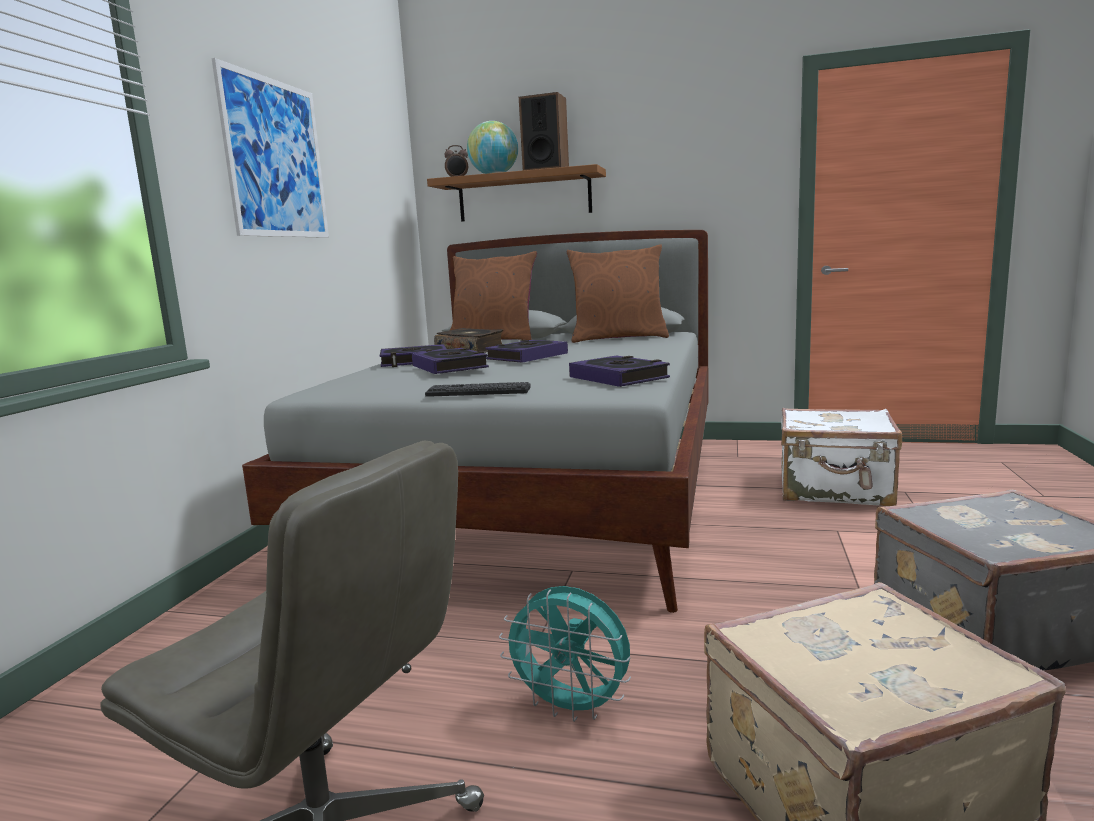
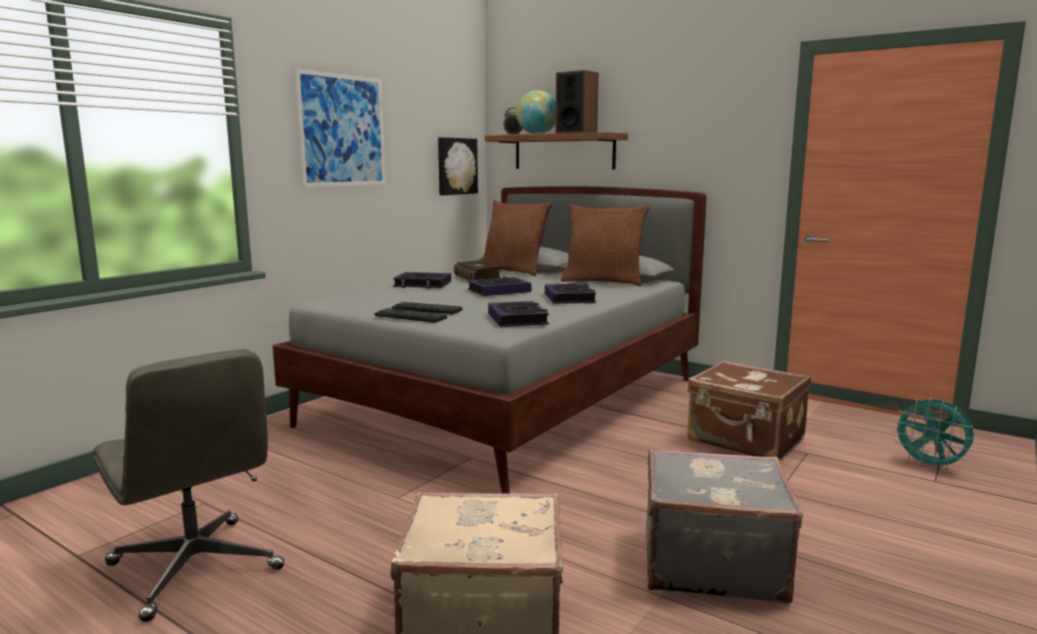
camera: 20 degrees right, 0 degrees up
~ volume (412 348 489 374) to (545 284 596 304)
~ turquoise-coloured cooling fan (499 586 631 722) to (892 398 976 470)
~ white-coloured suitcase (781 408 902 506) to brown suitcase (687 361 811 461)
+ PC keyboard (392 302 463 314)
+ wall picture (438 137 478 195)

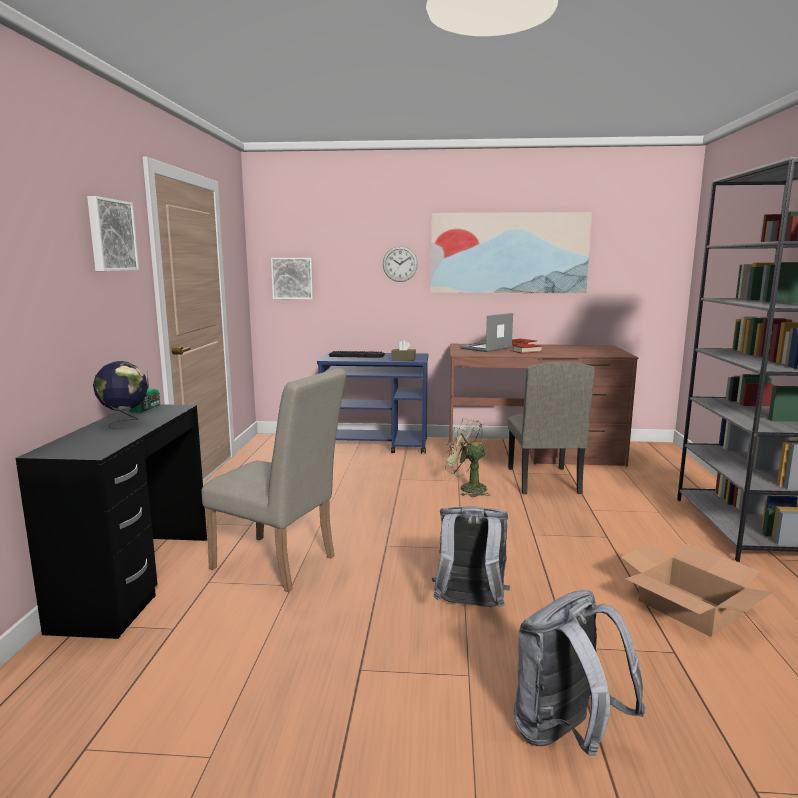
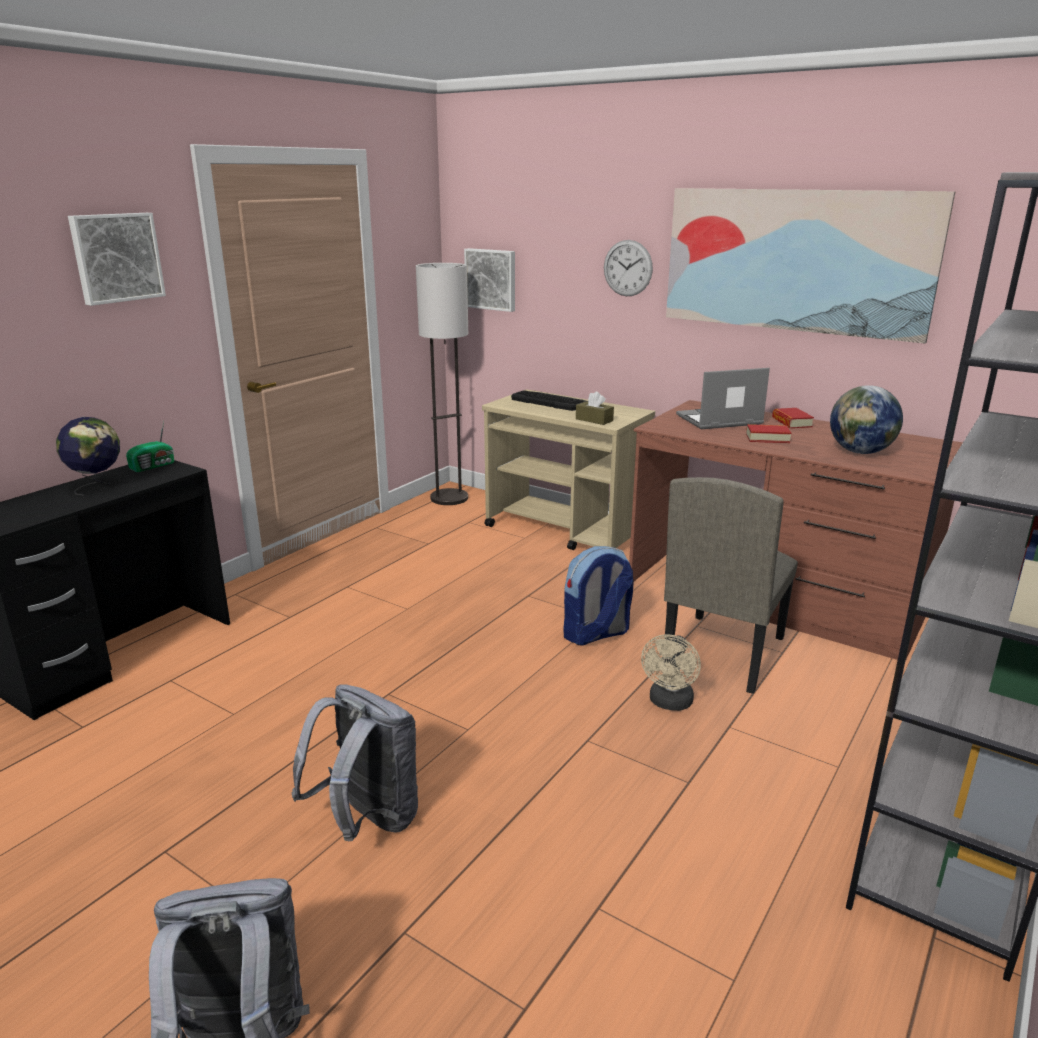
camera: 30 degrees right, 10 degrees up
- beige-coloured plain chair (201 368 347 592)
~ blue-coloured wheeled cart (317 352 428 454) to beige-coloured wheeled cart (482 390 655 550)
~ green cooling fan (443 418 490 497) to backpack (563 546 634 646)
- carton (621 543 774 637)
+ standing lamp (416 263 468 505)
+ beige-coloured cooling fan (641 634 701 711)
+ desk globe (830 385 903 454)

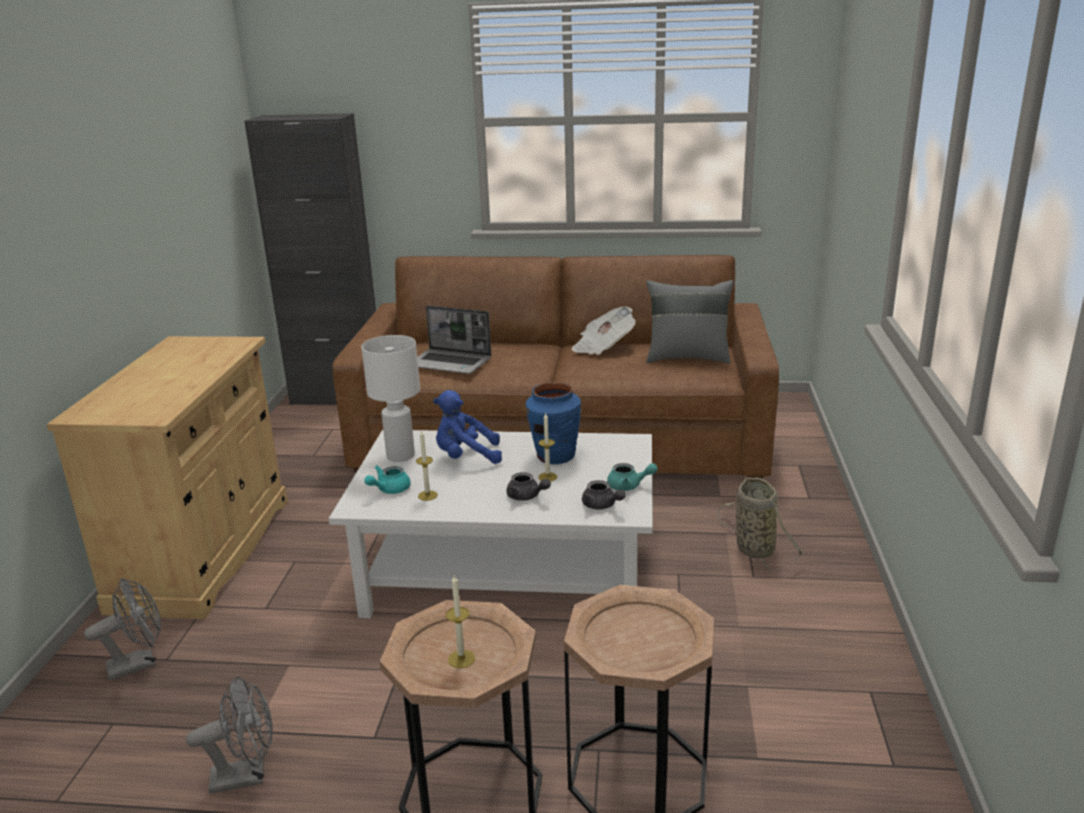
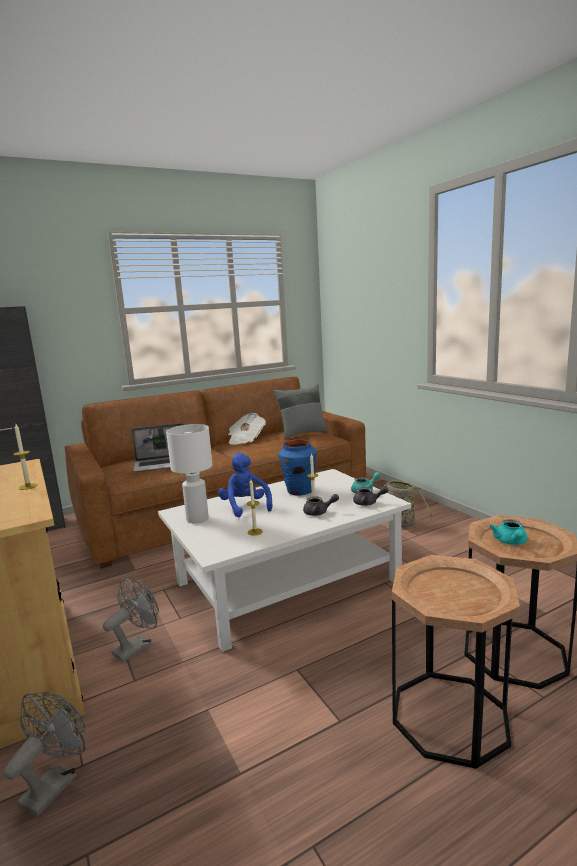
camera: 35 degrees left, 10 degrees down
~ gray cooling fan (186 676 273 794) to (103 579 159 663)
~ turquoise-coloured teapot (364 465 411 494) to (490 519 528 545)
~ blue-coloured cuddly toy (433 390 502 464) = (218 453 272 517) 105 degrees clockwise
~ wax light (446 575 475 668) to (13 424 38 490)

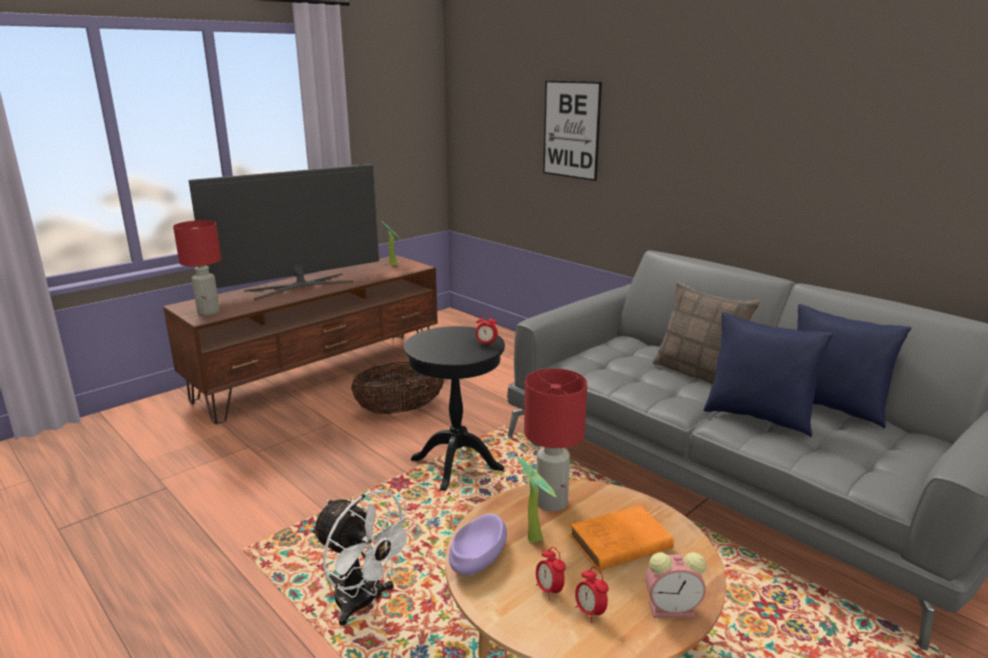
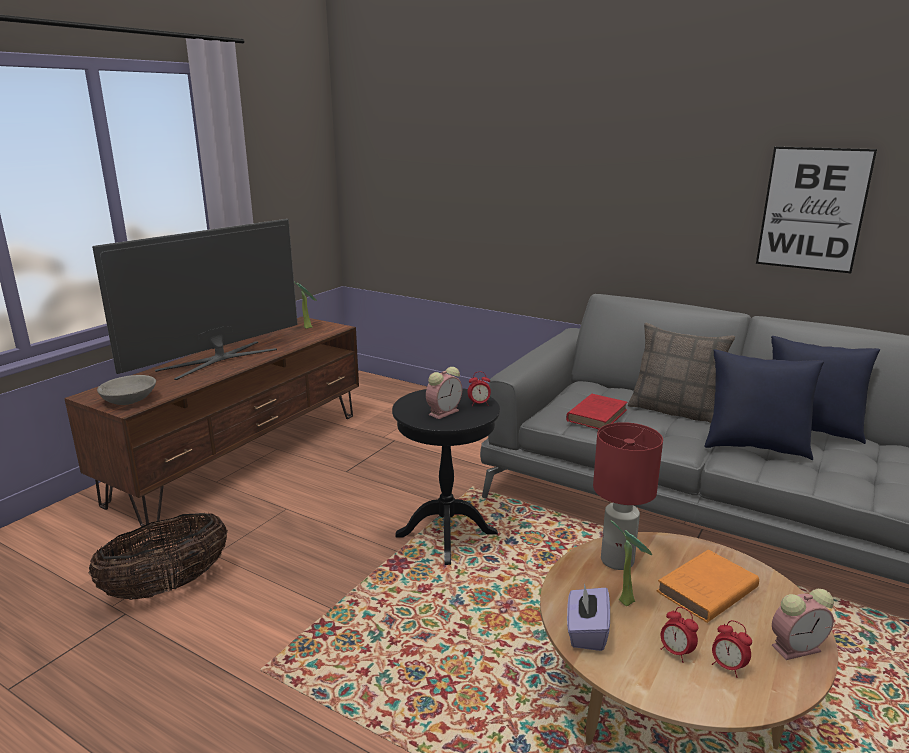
camera: 15 degrees left, 0 degrees up
~ reddish tabletop lamp (173 220 221 315) to gray serving bowl (97 375 156 405)
- white-coloured cooling fan (311 490 417 626)
~ household basket (351 362 444 414) to (89 513 228 600)
~ purple serving bowl (449 514 507 576) to purple tissue holder (567 583 610 651)
~ wall picture (543 81 602 181) to (756 146 877 273)
+ alarm clock (426 367 462 419)
+ reddish volume (566 394 627 429)

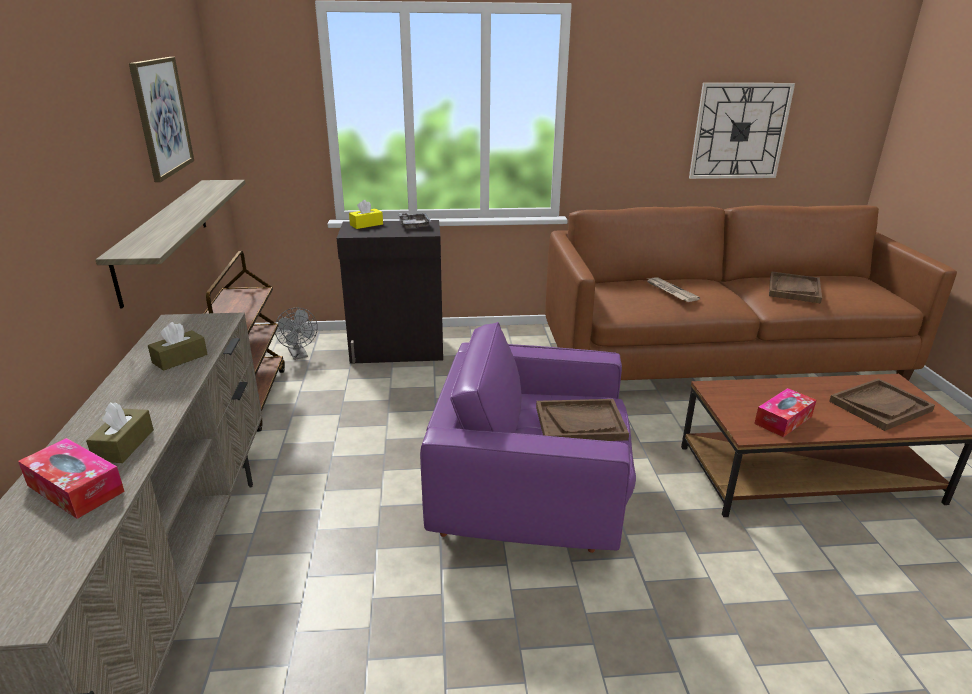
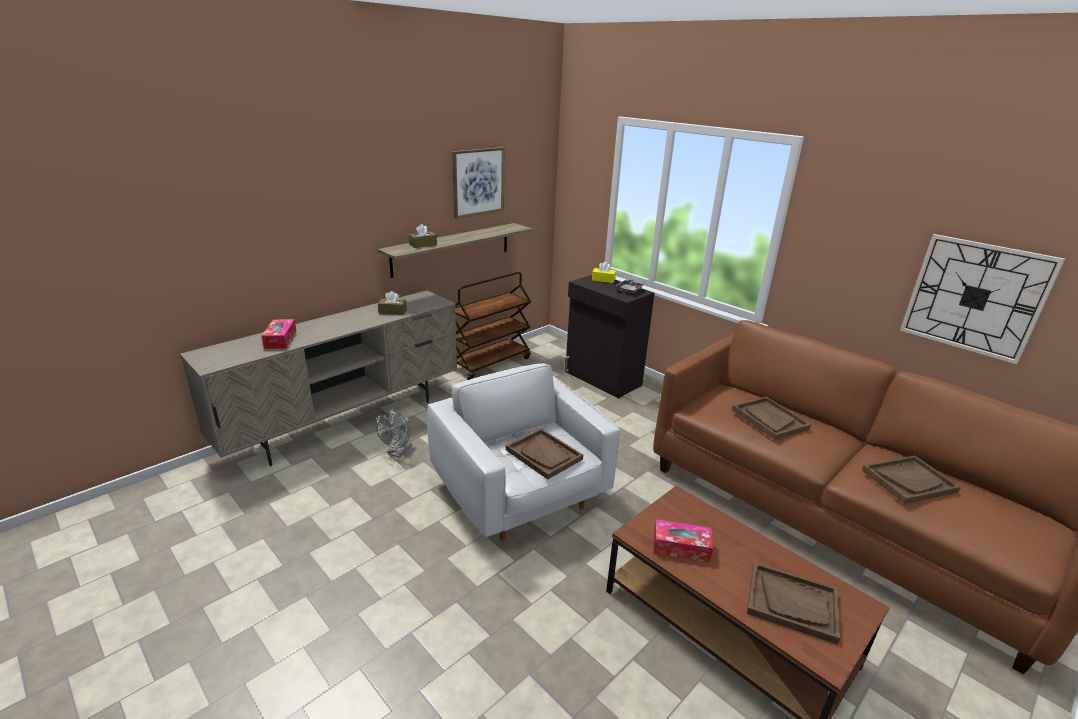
camera: 50 degrees right, 0 degrees up
~ brown tissue holder (86 403 154 463) to (409 224 437 248)
~ gray cooling fan (275 308 318 360) to (376 410 412 458)
~ purple easy chair (420 322 636 553) to white-coloured easy chair (427 363 620 541)
~ daily paper (647 277 700 302) to brown serving tray (732 396 811 440)

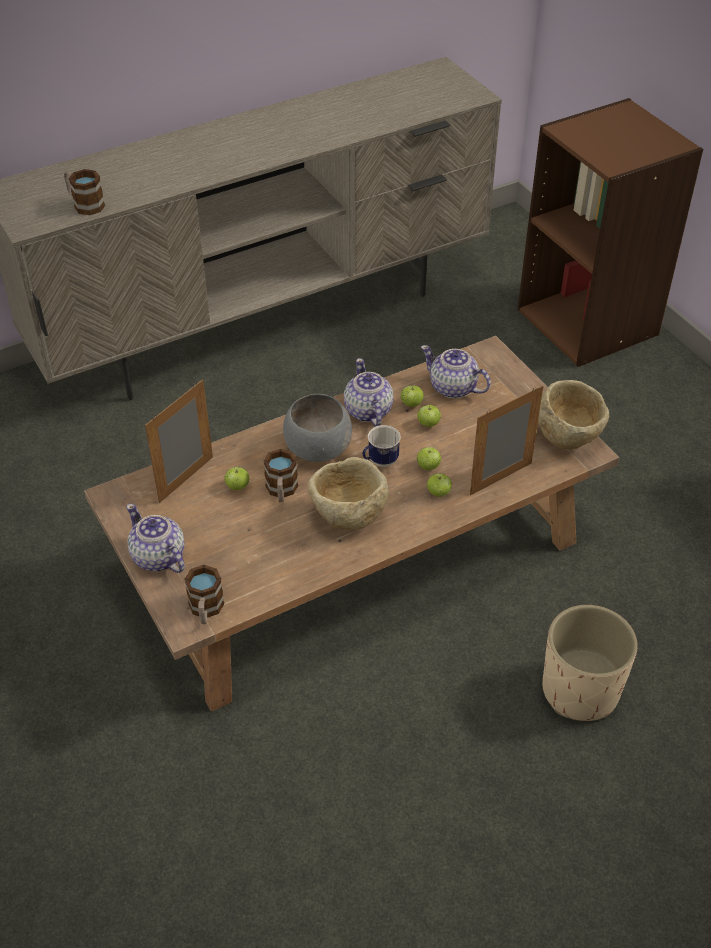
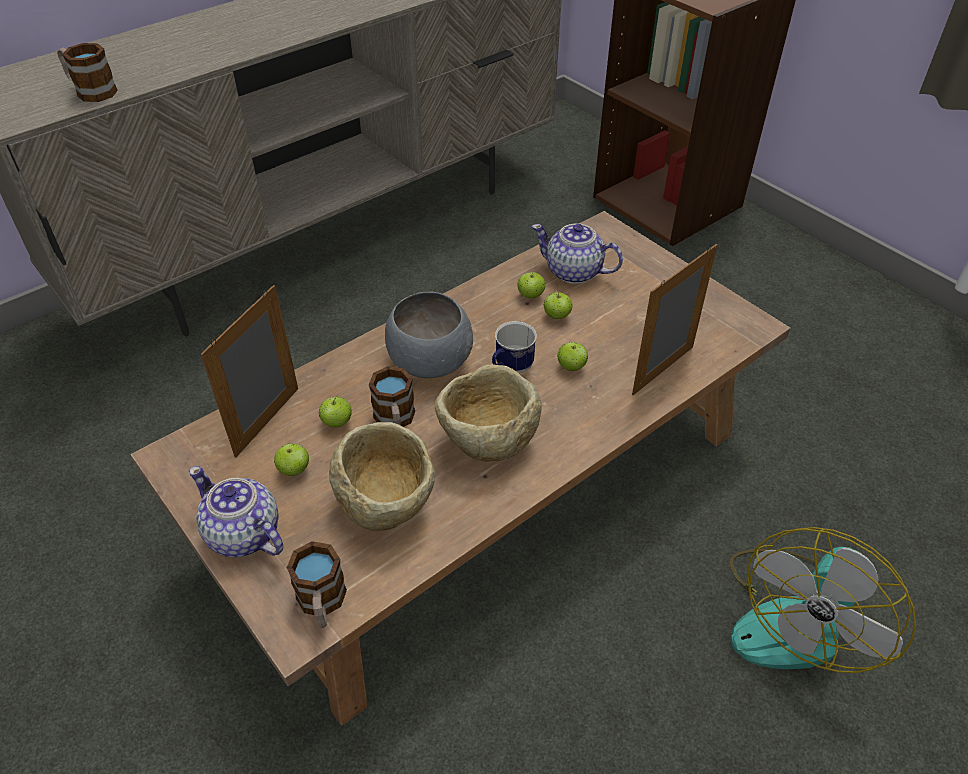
camera: 10 degrees left, 0 degrees up
- teapot (344 358 393 427)
~ whole apple (427 473 452 497) to (274 443 309 476)
~ beige-coloured serving bowl (538 380 609 449) to (329 422 435 531)
~ beige-coloured plant pot (542 605 638 721) to cooling fan (730 527 916 673)

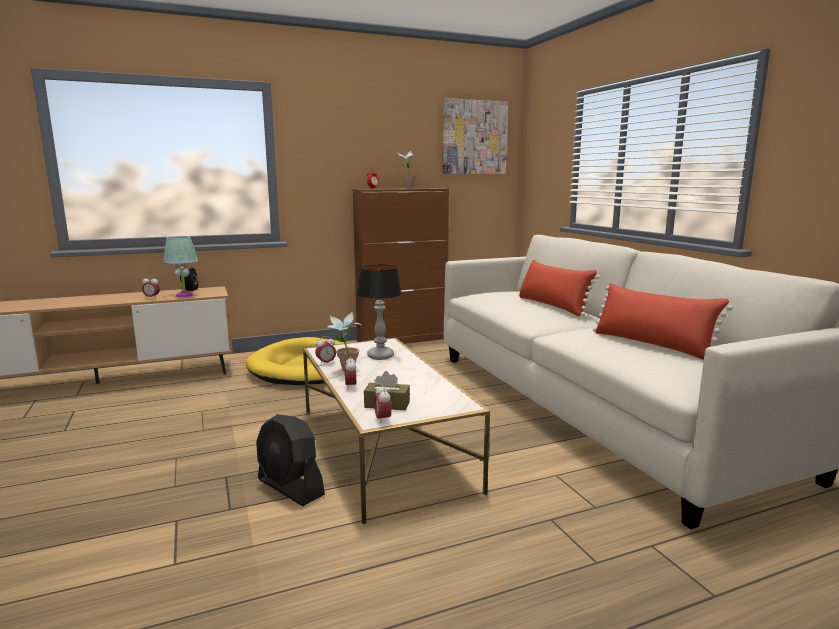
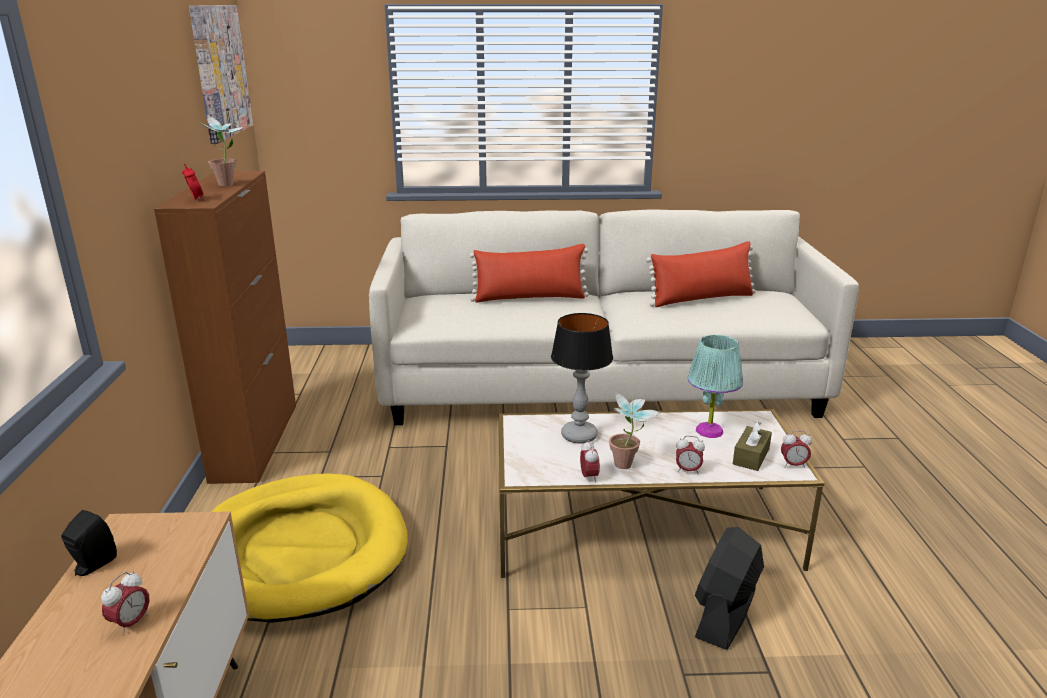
camera: 70 degrees left, 10 degrees up
~ turquoise-coloured tabletop lamp (164 236 198 297) to (687 335 743 438)
~ black cooling fan (256 414 325 506) = (695 527 764 650) 150 degrees clockwise

